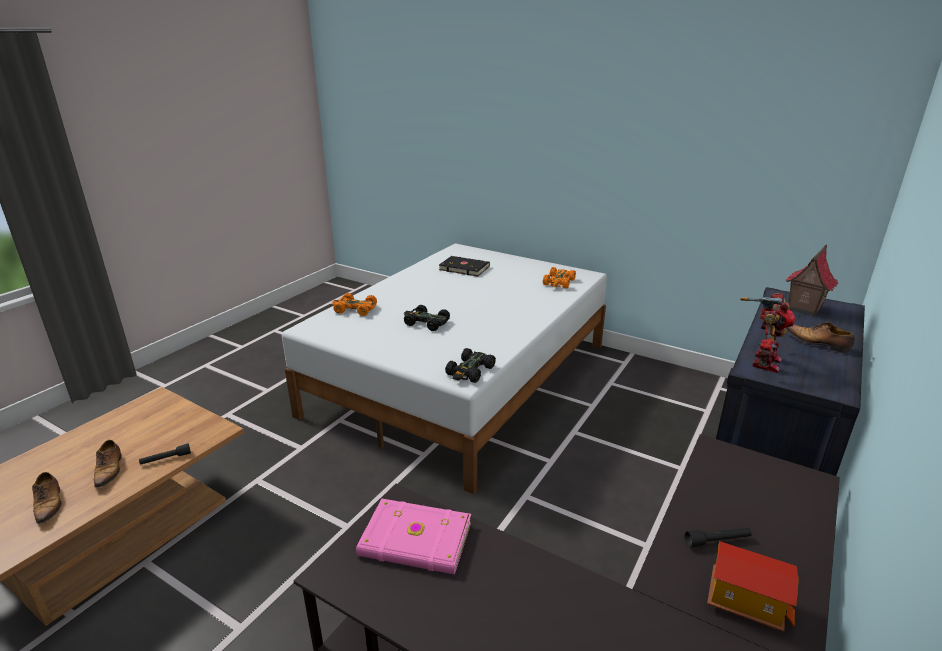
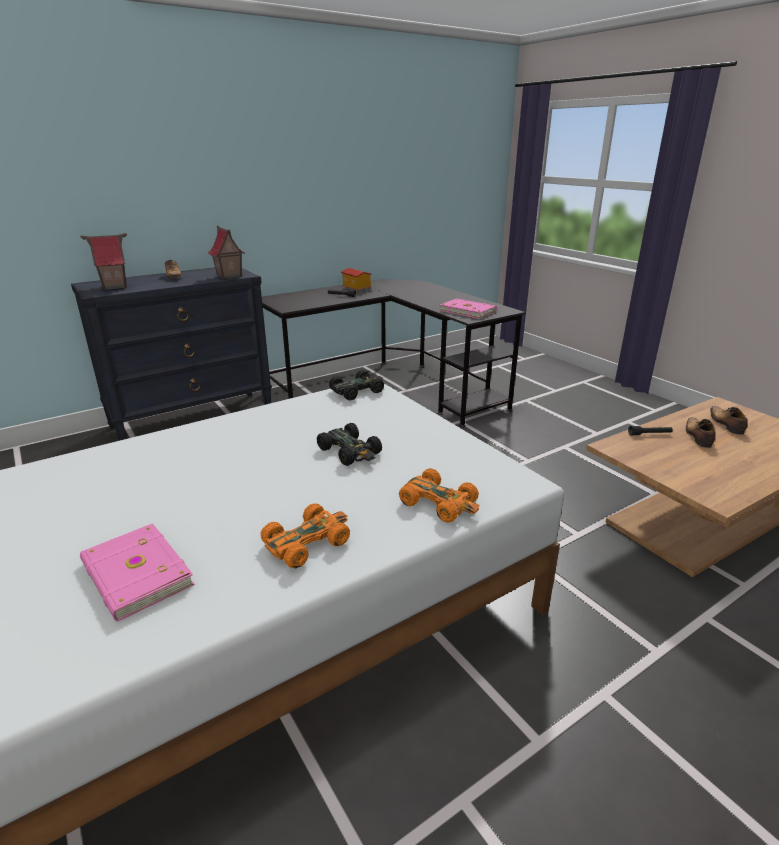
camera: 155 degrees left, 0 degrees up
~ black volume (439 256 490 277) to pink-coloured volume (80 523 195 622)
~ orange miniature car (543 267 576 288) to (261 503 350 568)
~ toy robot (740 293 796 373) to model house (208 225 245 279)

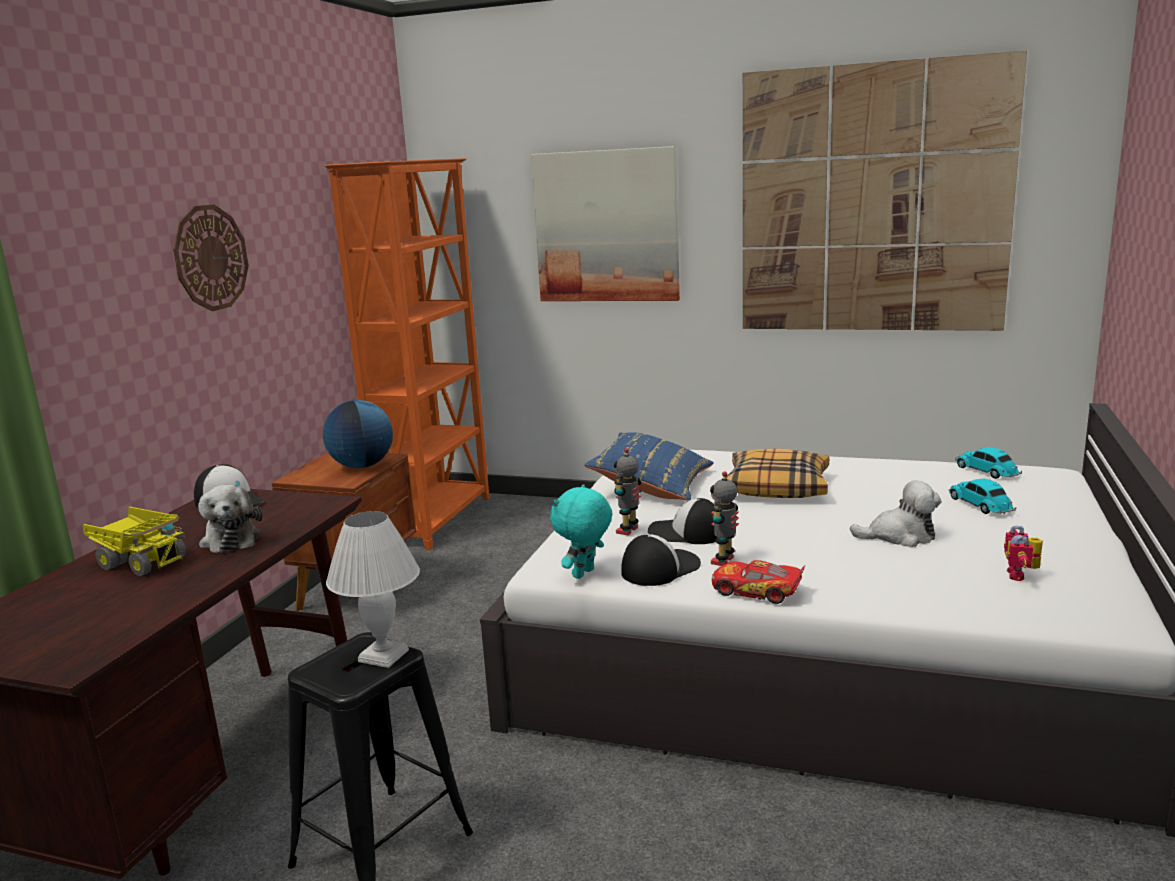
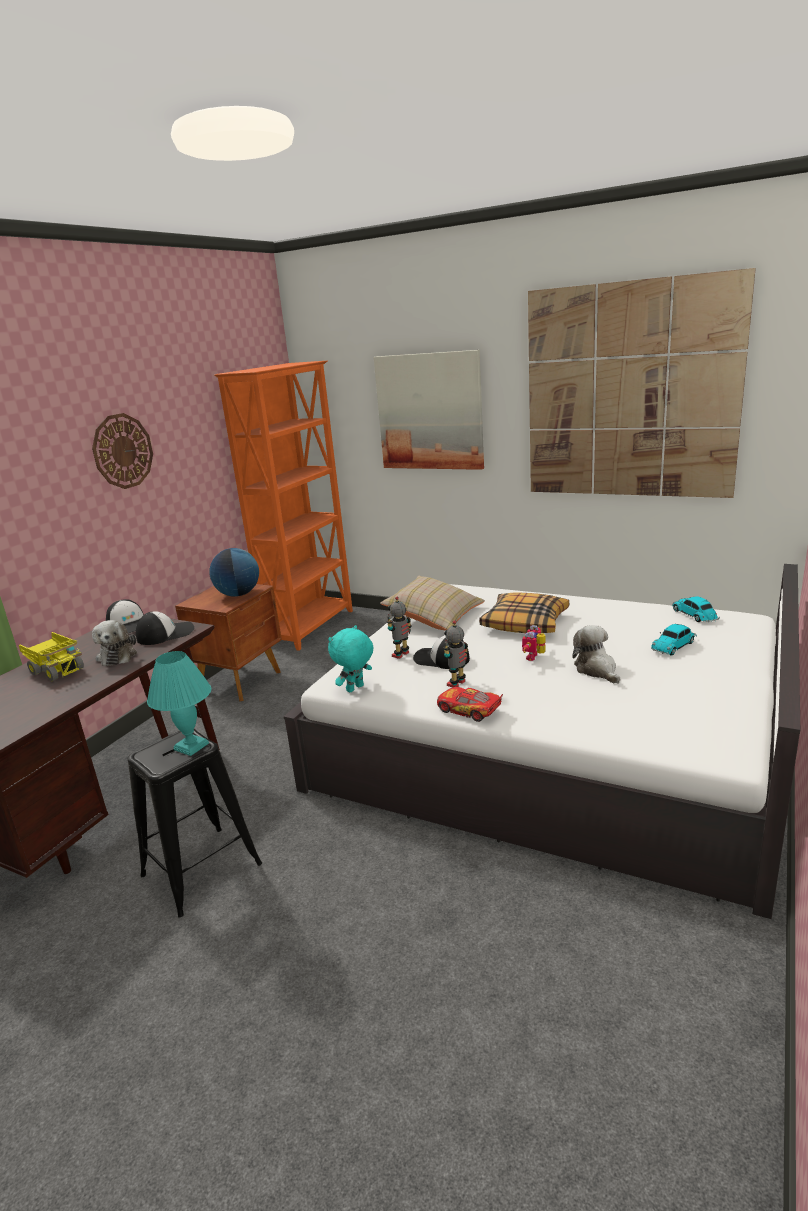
camera: 10 degrees right, 5 degrees up
~ white-coloured tabletop lamp (326 511 420 668) to turquoise-coloured tabletop lamp (147 651 211 756)
~ blue-coloured throw pillow (584 432 714 501) to beige-coloured throw pillow (380 576 485 631)
~ peaked cap (621 534 701 586) to (136 611 194 645)
~ cuddly toy (850 480 942 547) = (572 625 620 684) 120 degrees counterclockwise
~ miniature car (948 479 1016 514) = (651 624 697 656) 120 degrees counterclockwise
~ toy robot (1004 525 1043 581) to (522 625 546 661)

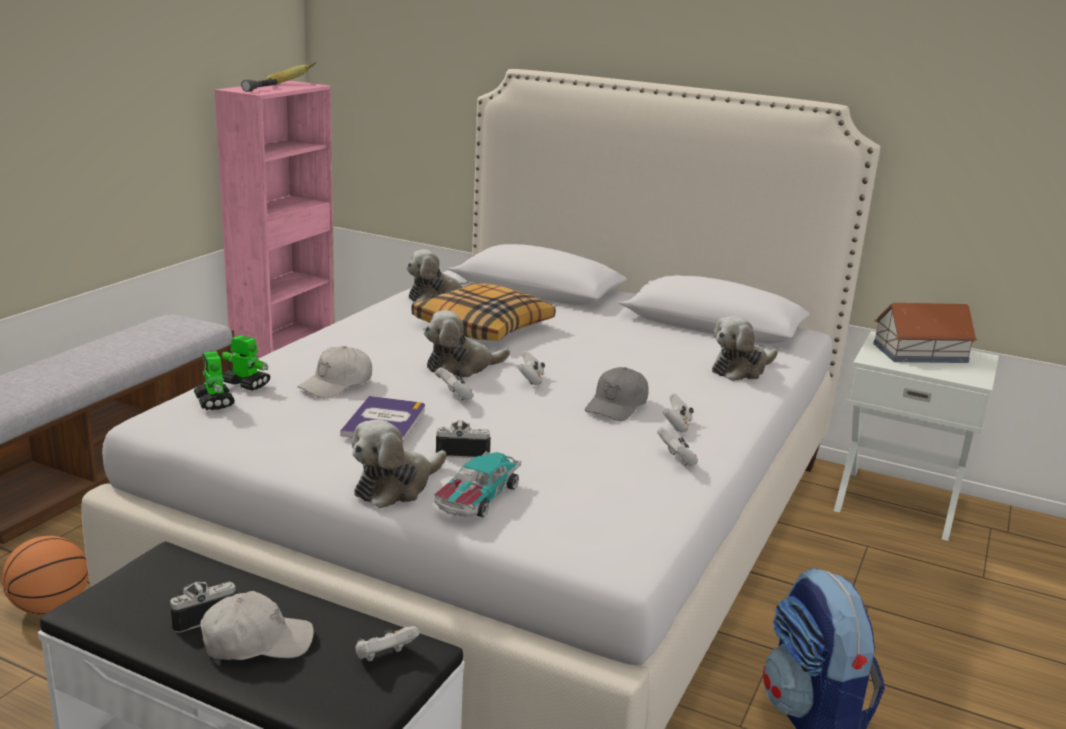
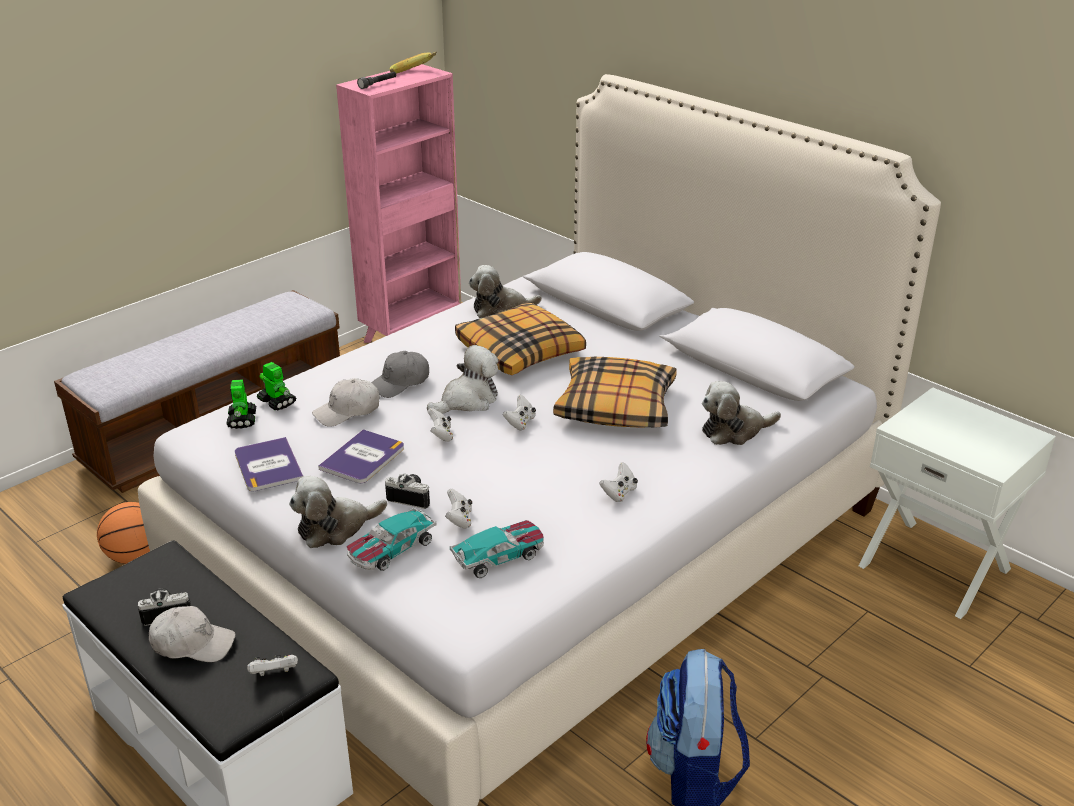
camera: 20 degrees right, 10 degrees up
~ cuddly toy (424 310 510 378) = (427 345 498 414) 150 degrees clockwise
~ gray peaked cap (585 367 649 421) to (371 351 429 398)
~ white-coloured joypad (657 427 698 466) to (445 489 472 529)
- model house (873 303 977 363)
+ volume (235 437 303 491)
+ miniature car (450 520 544 578)
+ throw pillow (553 357 677 428)

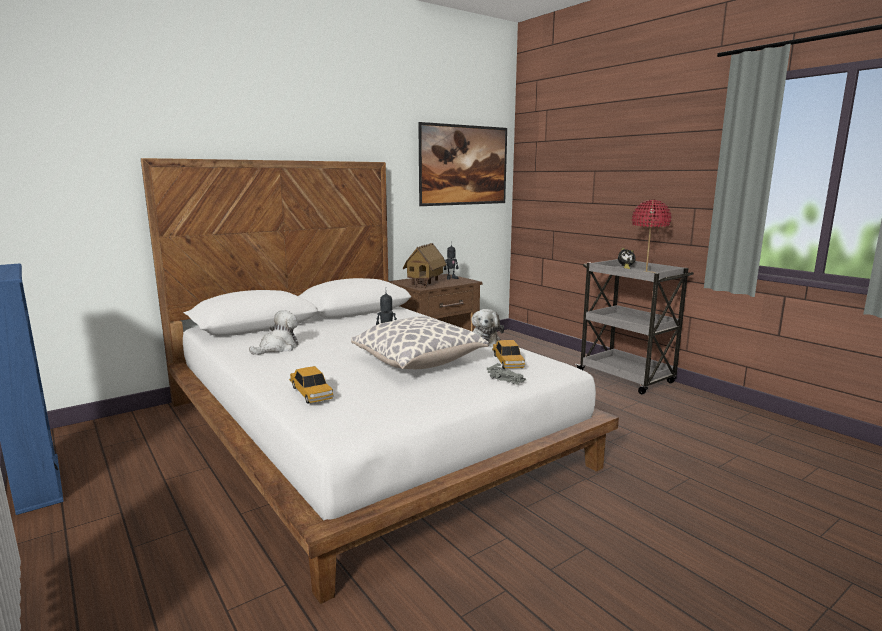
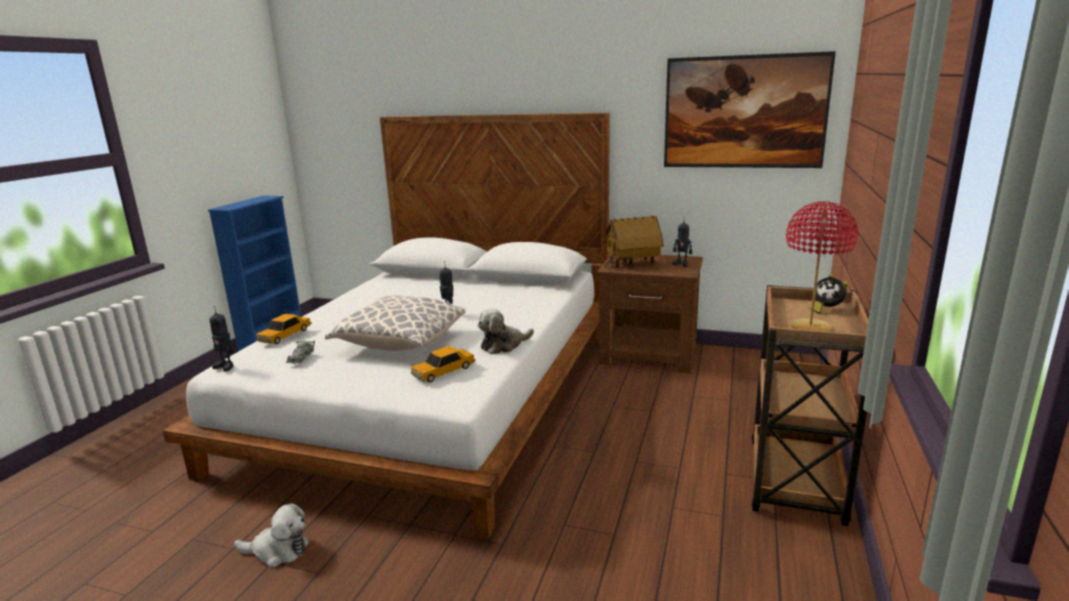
camera: 55 degrees right, 5 degrees up
~ cuddly toy (249 310 298 355) to (234 503 309 568)
~ gray miniature car (486 363 526 385) to (286 341 315 364)
~ gray wheeled cart (575 259 694 394) to brown wheeled cart (751 285 868 526)
+ toy robot (209 306 235 372)

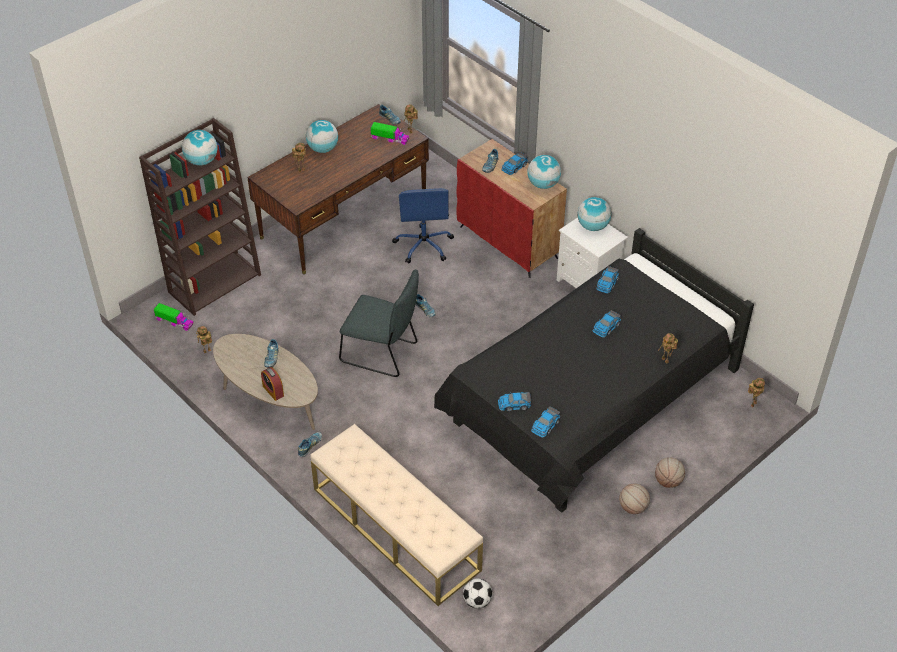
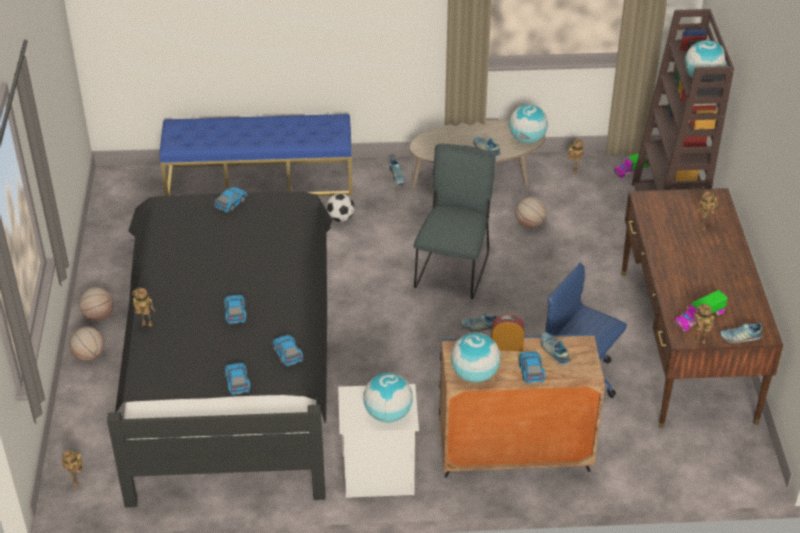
camera: 130 degrees right, 5 degrees down
~ alarm clock (261 367 284 401) to (491 314 524 351)
~ desk globe (306 120 338 153) to (509 104 548 143)
~ beige-coloured bench (310 424 483 606) to blue-coloured bench (159 114 353 196)
~ gray plain chair (339 269 419 377) = (413 144 496 299) 135 degrees clockwise
~ reddish cupboard (456 139 567 278) to blue-coloured cupboard (439 334 605 478)
~ ball for football (463 578 492 609) to (326 193 355 222)
~ miniature car (531 406 560 438) to (225 363 251 395)
+ basketball ball (516 197 547 228)

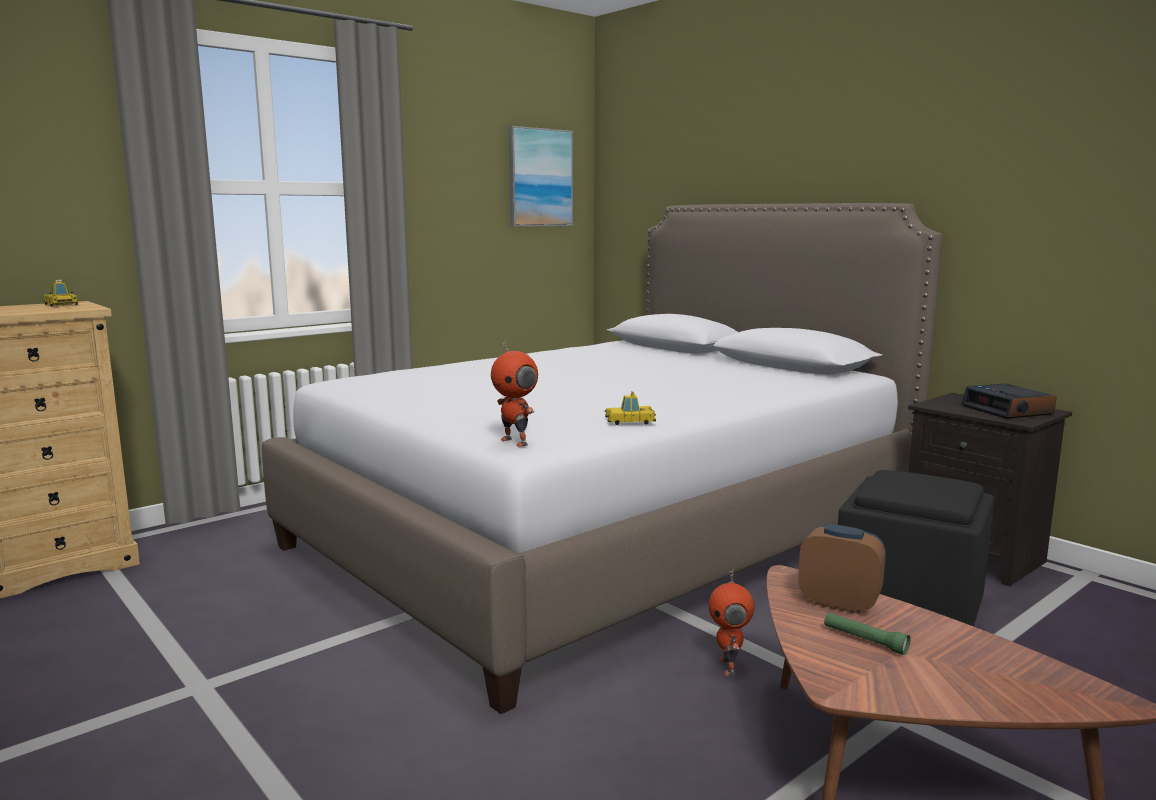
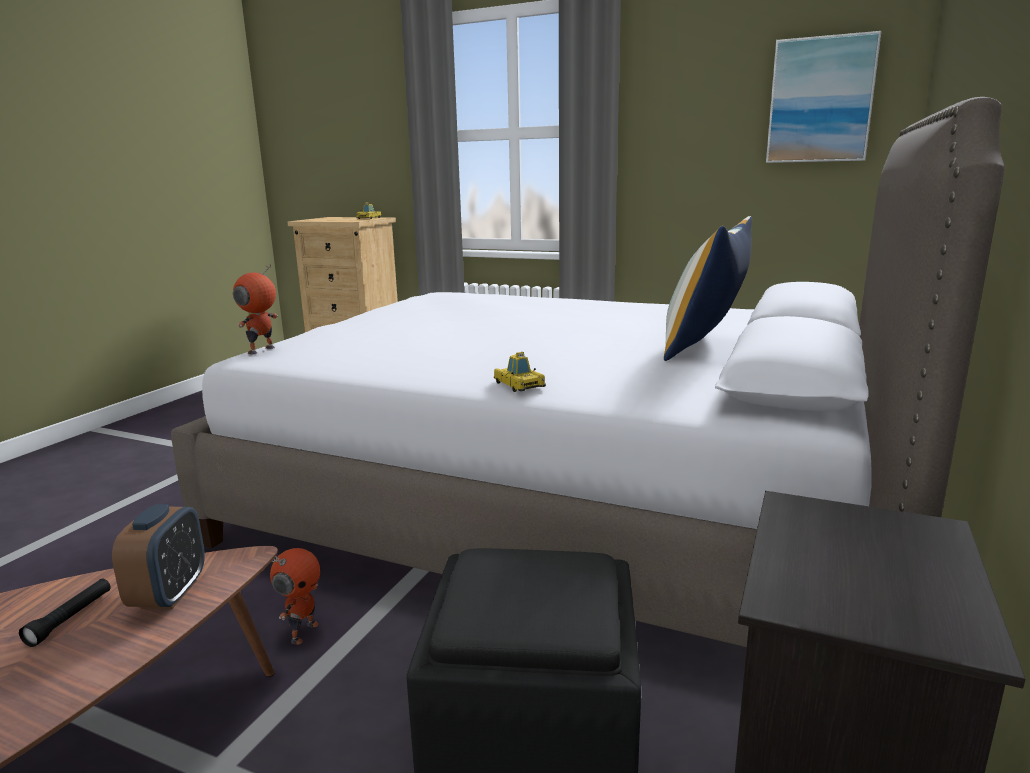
camera: 65 degrees right, 5 degrees up
~ miniature car (605 391 656 425) to (494 352 546 392)
~ toy robot (708 569 754 676) = (270 548 320 645) 135 degrees clockwise
~ green torch (824 612 910 655) to black torch (19 579 111 647)
- alarm clock (962 383 1057 419)
+ throw pillow (664 216 752 361)

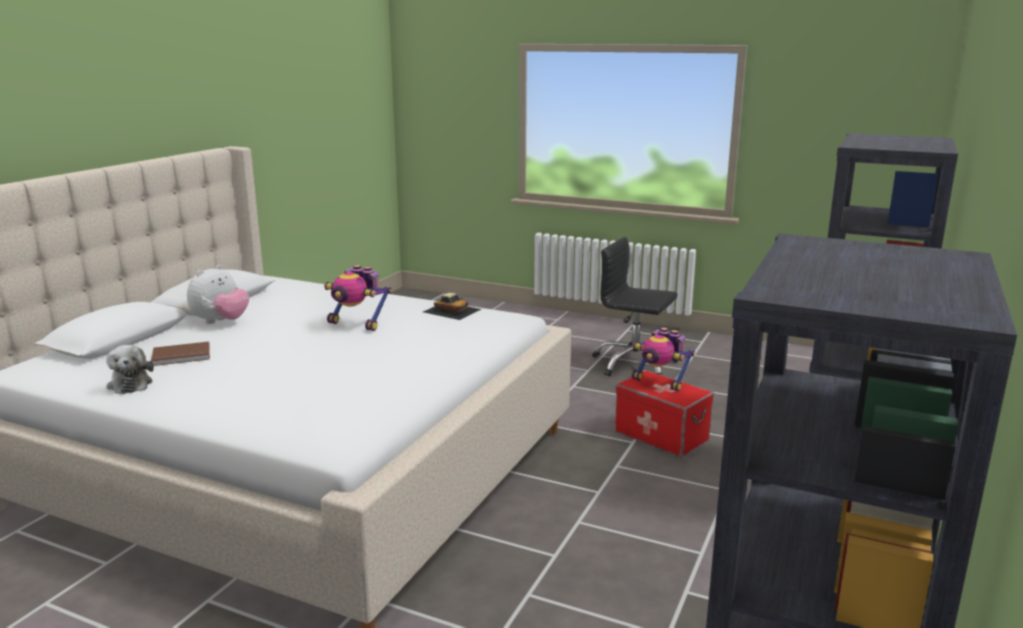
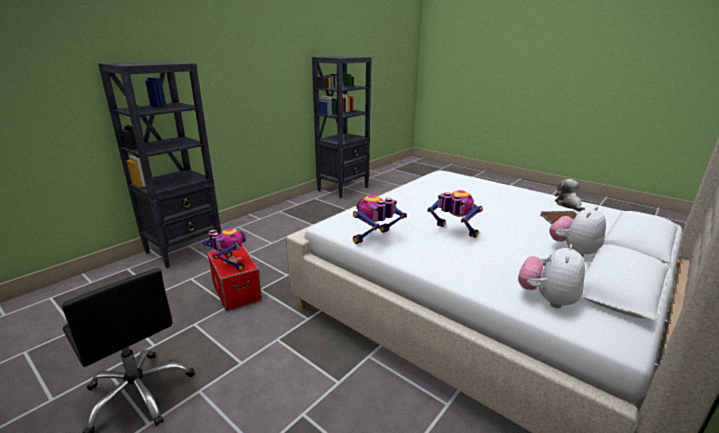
camera: 165 degrees left, 5 degrees up
~ miniature car (423 293 481 320) to toy robot (353 195 407 244)
+ cuddly toy (518 244 585 308)

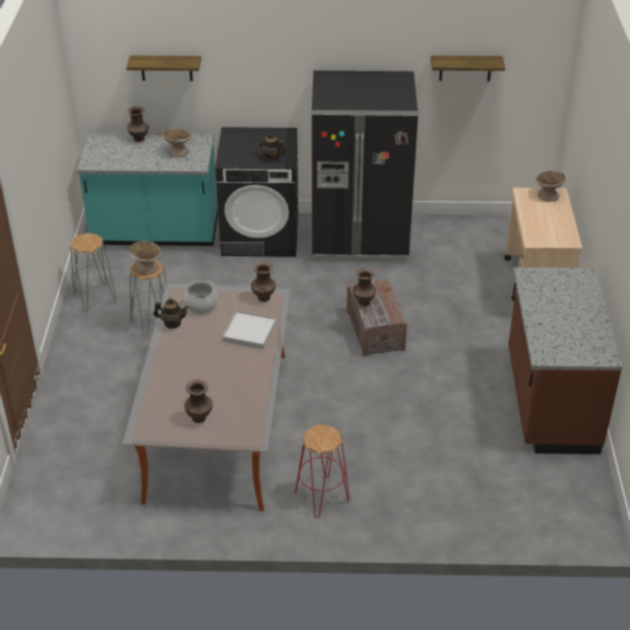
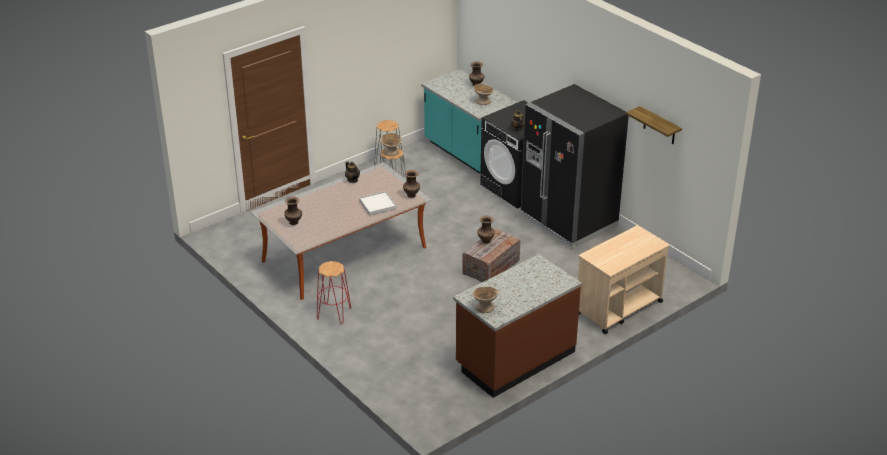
camera: 50 degrees right, 5 degrees down
- wall shelf (126 55 201 81)
- stockpot (184 280 218 314)
~ beige-coloured serving bowl (536 170 566 202) to (472 287 499 313)

